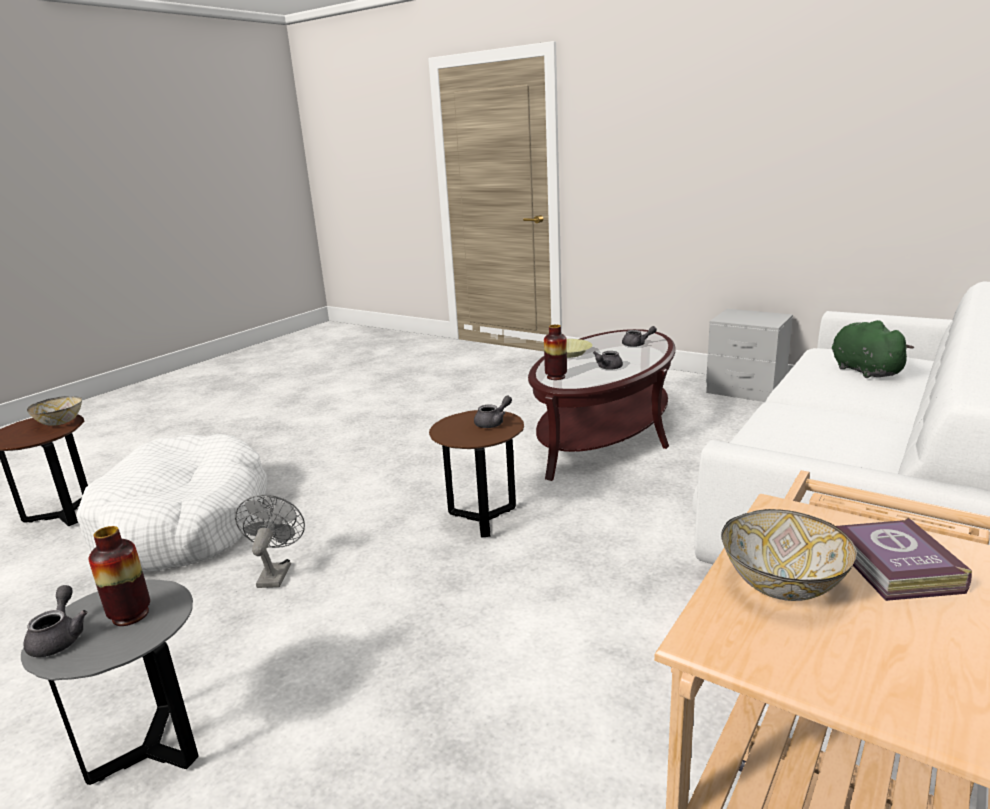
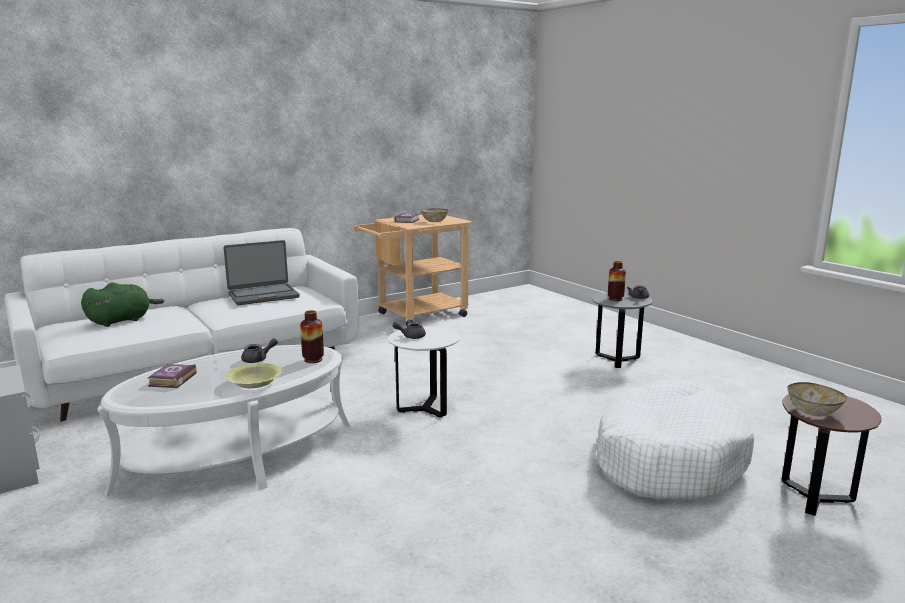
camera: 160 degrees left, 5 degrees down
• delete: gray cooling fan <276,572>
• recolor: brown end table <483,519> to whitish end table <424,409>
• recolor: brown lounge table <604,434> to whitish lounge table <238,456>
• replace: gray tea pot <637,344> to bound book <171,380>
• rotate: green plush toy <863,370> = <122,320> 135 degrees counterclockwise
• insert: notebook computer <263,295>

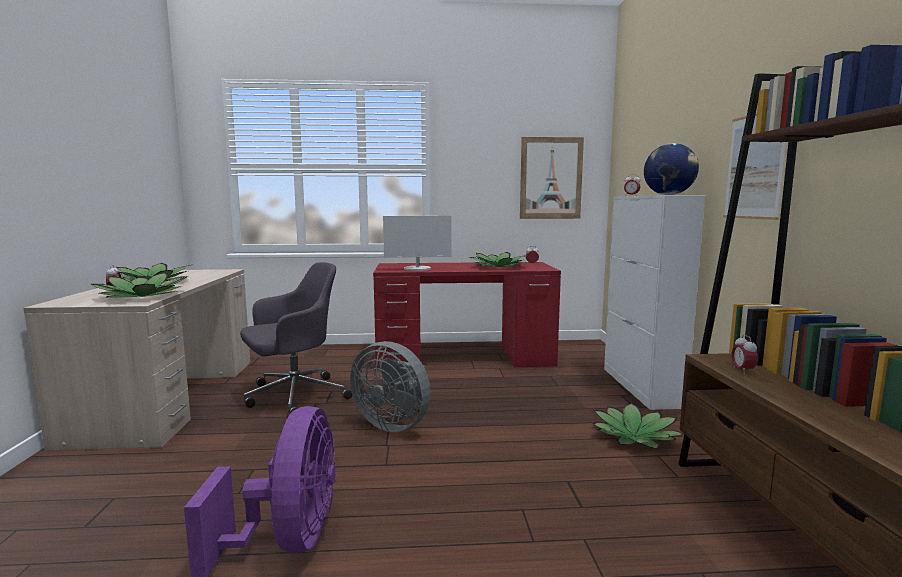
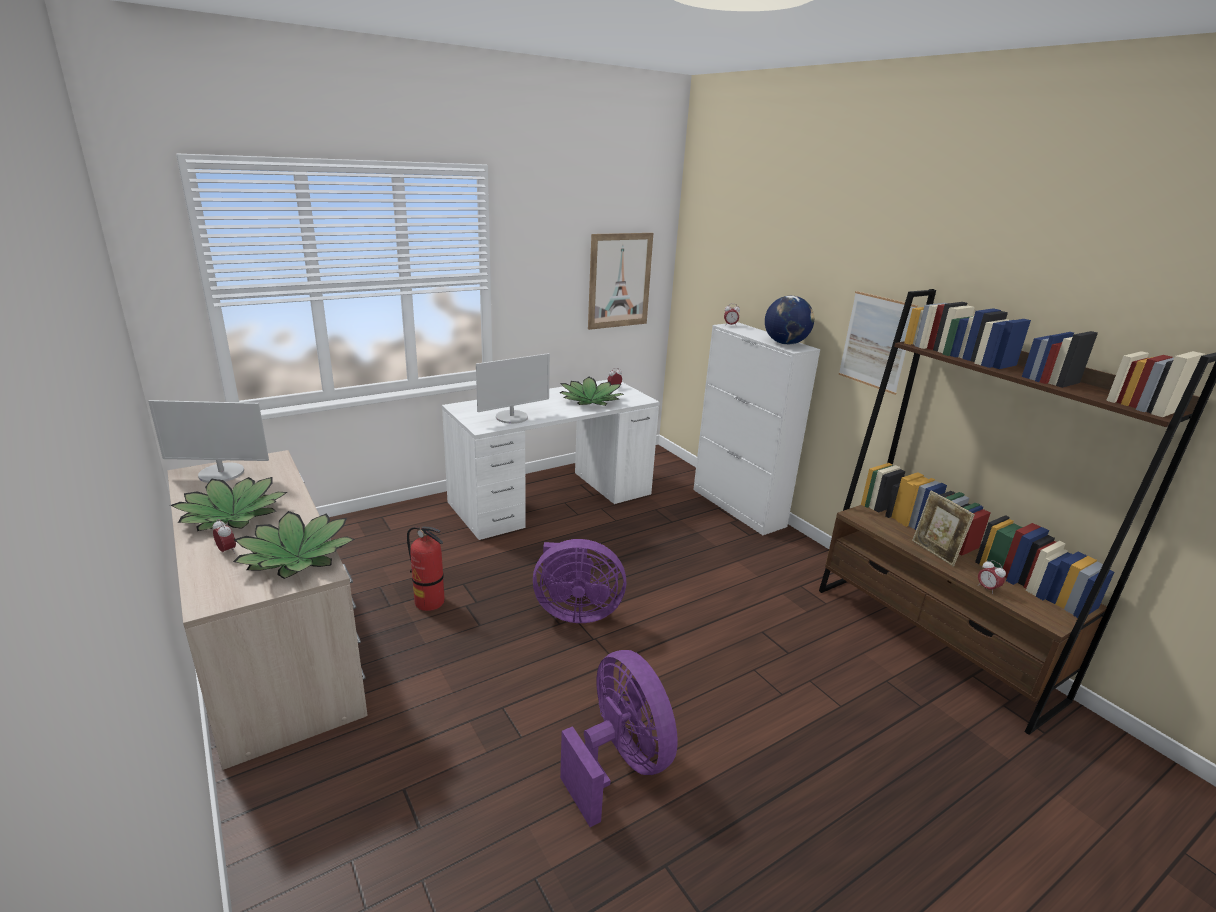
camera: 30 degrees left, 15 degrees up
• replace: gray computer chair <294,396> to fire extinguisher <430,602>
• recolor: gray cooling fan <394,424> to purple cooling fan <575,611>
• recolor: reddish desk unit <464,357> to whitish desk unit <553,498>
• delete: potted plant <635,436>
• move: alarm clock <742,371> to <987,589>
• insert: computer screen <221,474>
• insert: standing frame <934,553>

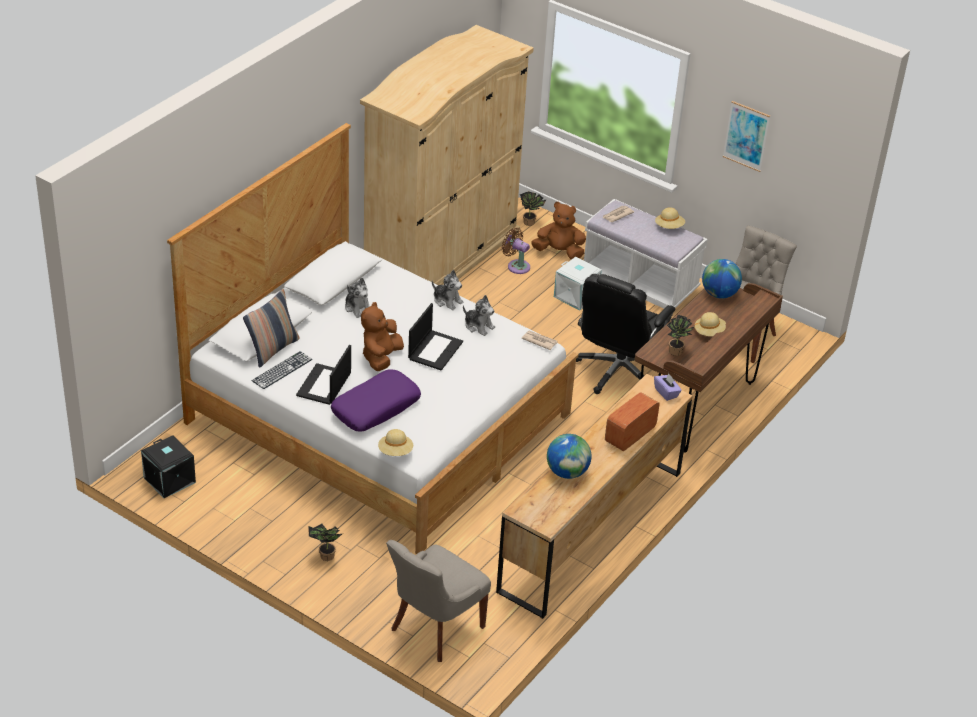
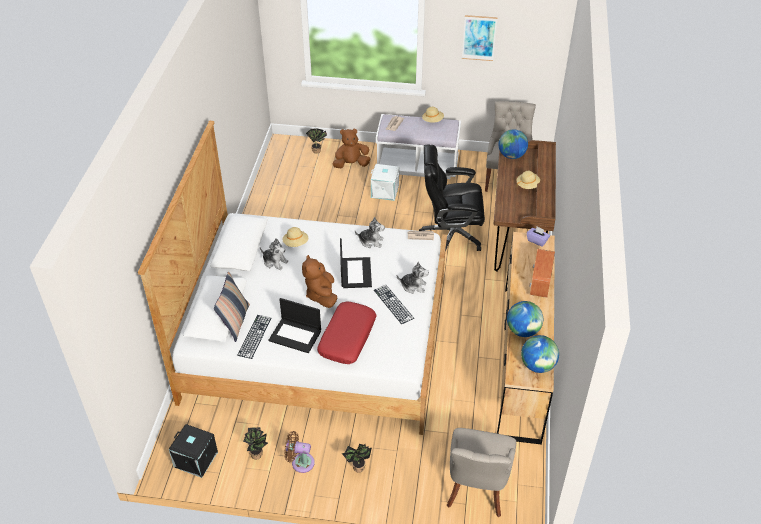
camera: 25 degrees left, 5 degrees up
• rotate: notebook computer <324,385> = <296,335> 60 degrees counterclockwise
• recolor: purple pillow <375,408> to reddish pillow <347,337>
• delete: sand-coloured wardrobe <441,259>
• move: sand-coloured wearable hat <395,451> to <295,243>
• move: plush toy <447,301> to <413,286>
• move: brown cooling fan <516,266> to <300,462>
• rotate: black-coloured computer chair <618,372> = <451,235> 90 degrees clockwise
• move: potted plant <677,352> to <258,455>
• insert: keyboard <393,304>
• insert: globe <537,365>

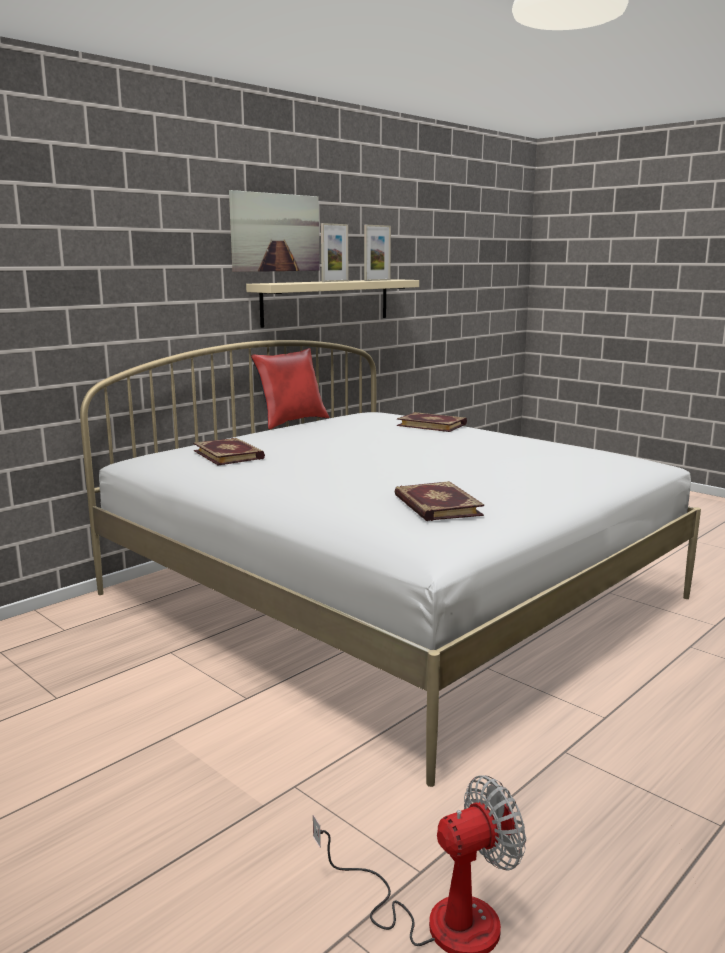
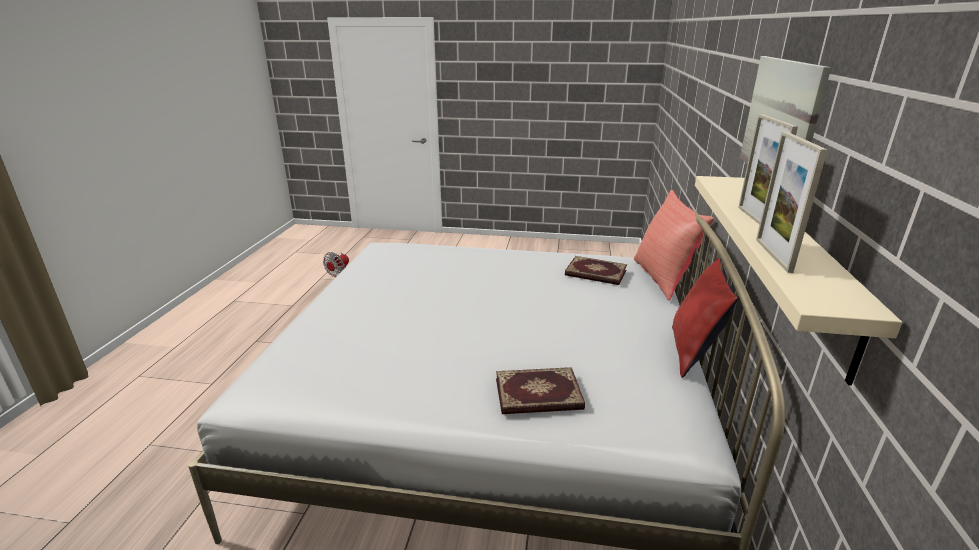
camera: 145 degrees right, 10 degrees up
• delete: bound book <436,505>
• insert: reddish pillow <663,278>

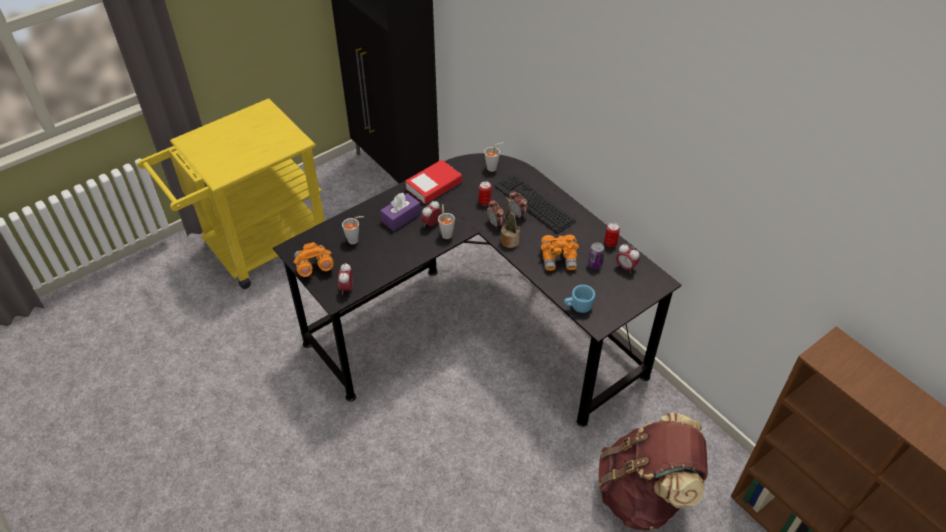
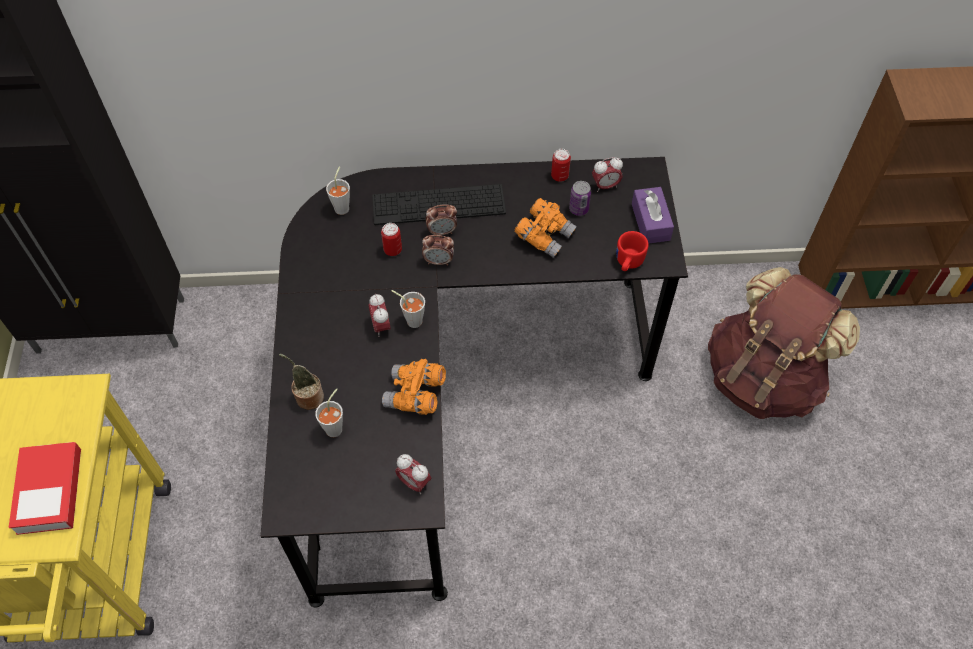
camera: 55 degrees left, 10 degrees up
• move: orange pair of binoculars <313,267> to <415,395>
• move: purple tissue box <401,217> to <650,222>
• move: bound book <433,185> to <49,491>
• move: potted plant <509,240> to <307,396>
• recolor: blue tea mug <577,306> to reddish tea mug <627,263>

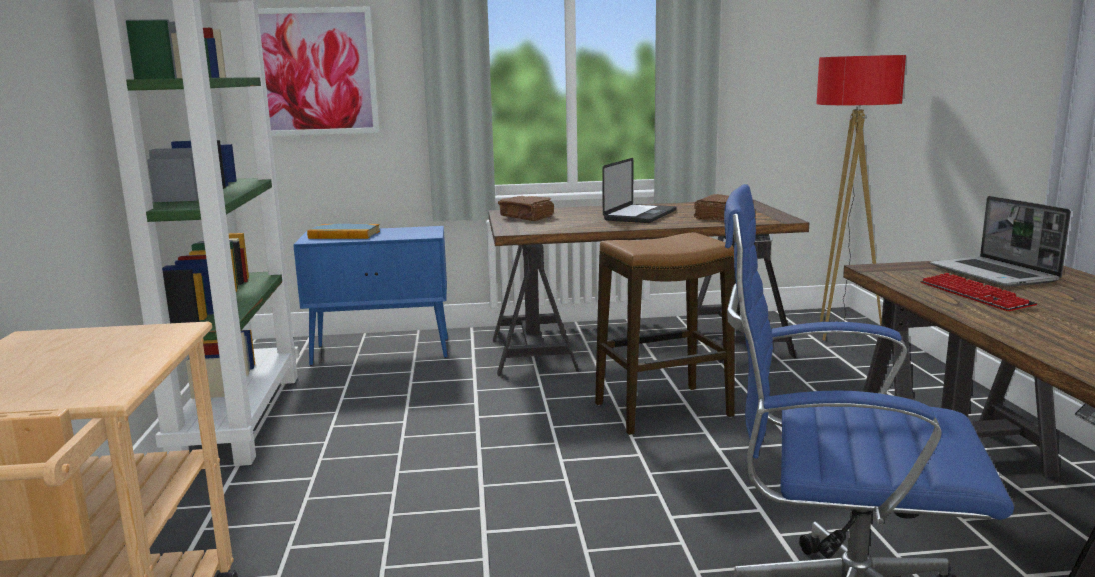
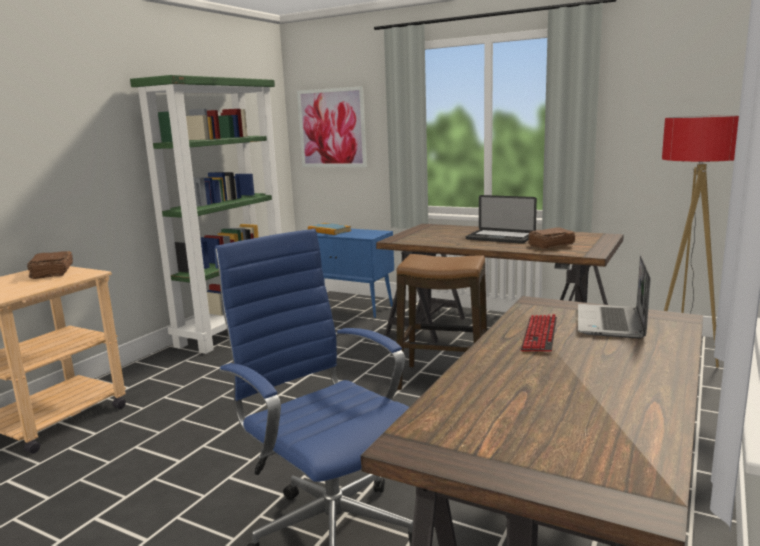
camera: 35 degrees right, 0 degrees up
• move: brown bound book <527,217> to <52,273>
• rotate: notebook computer <640,215> = <500,238> 60 degrees clockwise

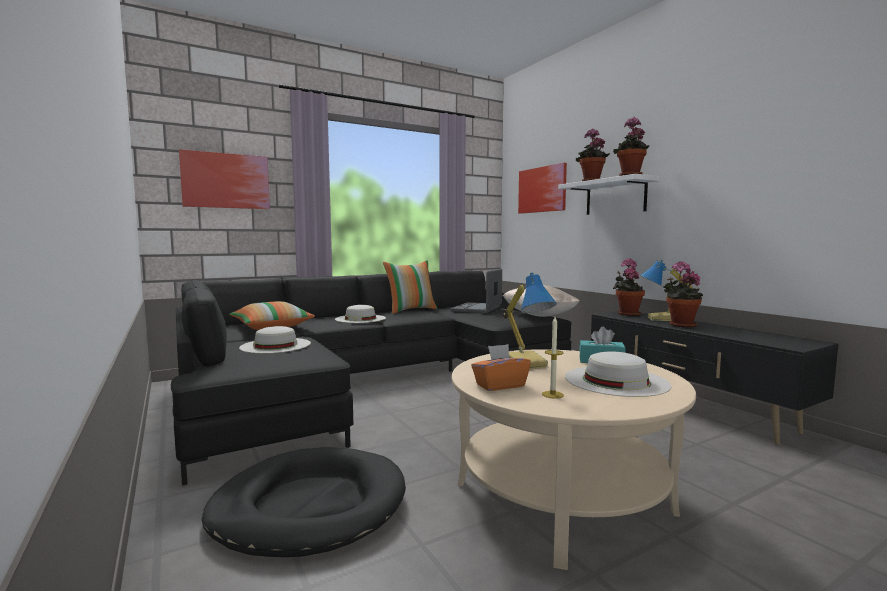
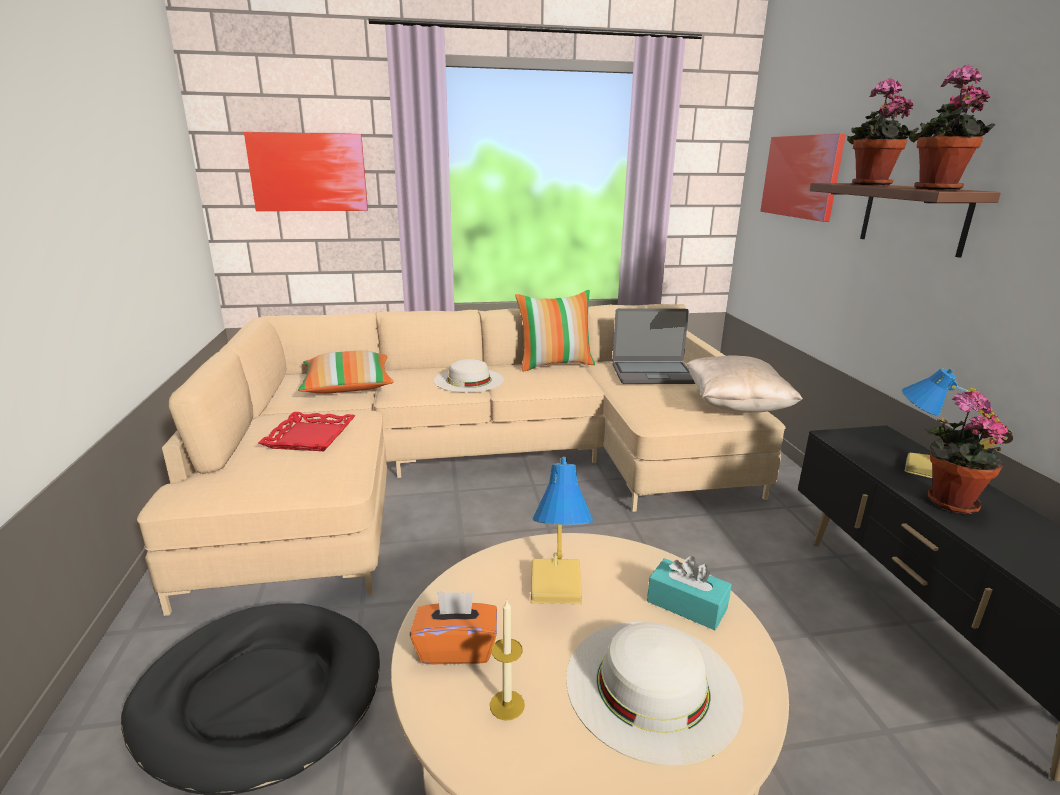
camera: 20 degrees right, 15 degrees up
• recolor: black-coloured couch <371,382> to sand-coloured couch <476,467>
• replace: whitish wearable hat <275,345> to reddish carrying tray <311,437>
• rotate: notebook computer <477,309> = <652,374> 135 degrees counterclockwise
• recolor: whitish wall shelf <615,197> to brown wall shelf <913,217>
• delete: potted plant <627,314>

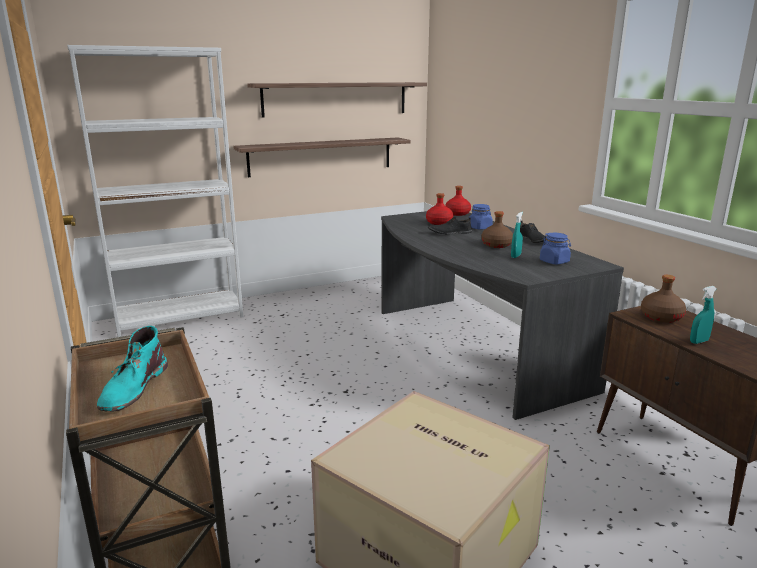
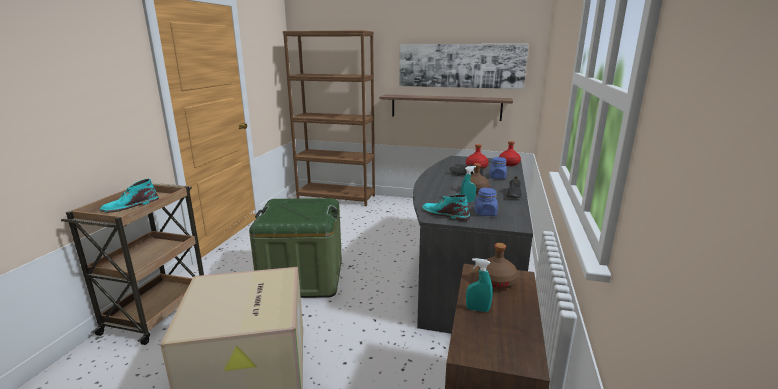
camera: 40 degrees right, 0 degrees up
• recolor: whitish bookshelf <180,318> to brown bookshelf <336,197>
• replace: wall shelf <336,99> to picture <460,65>
• insert: green storage container <302,278>
• insert: blue-green tall boot <445,214>

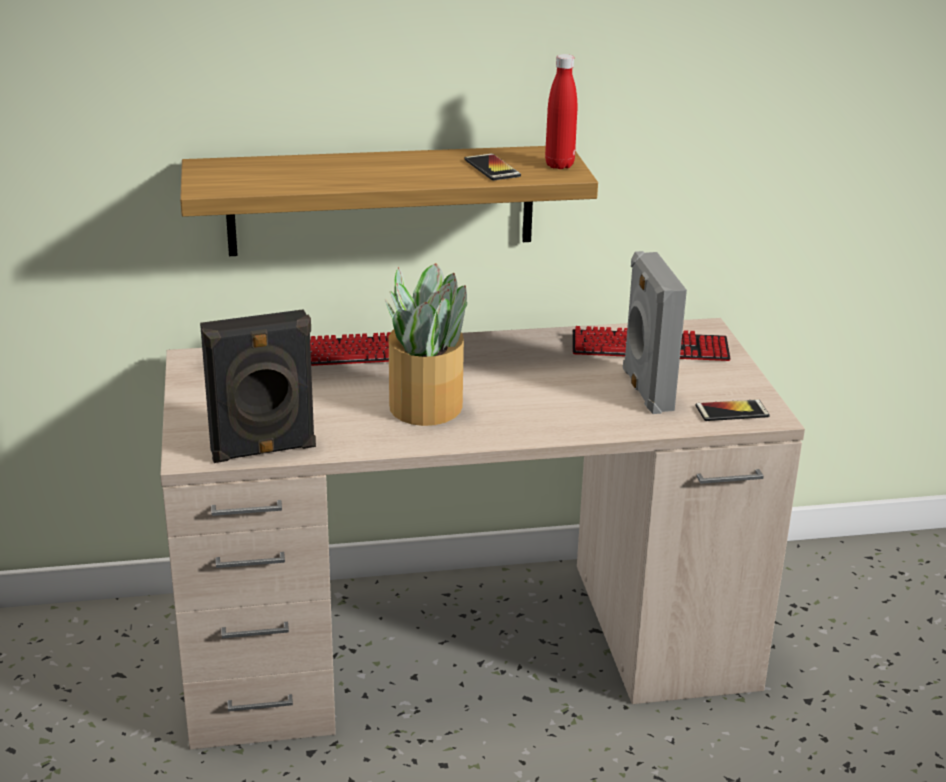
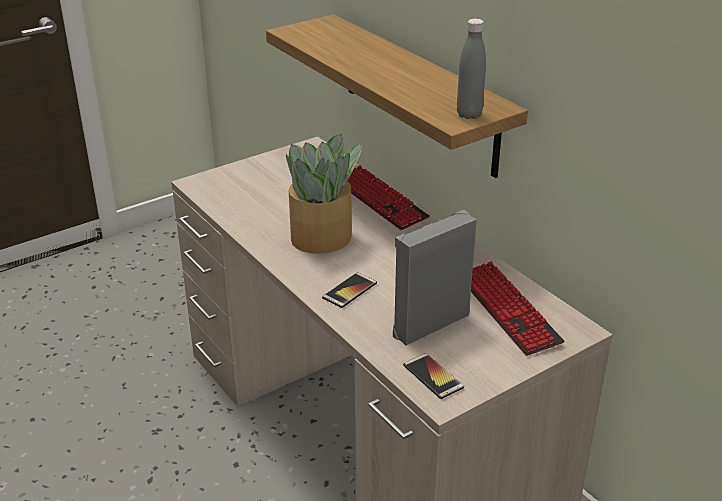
camera: 65 degrees right, 5 degrees up
• delete: black-coloured loudspeaker <263,451>
• move: handset <492,168> to <349,291>
• recolor: reddish drink bottle <559,165> to gray drink bottle <469,115>

